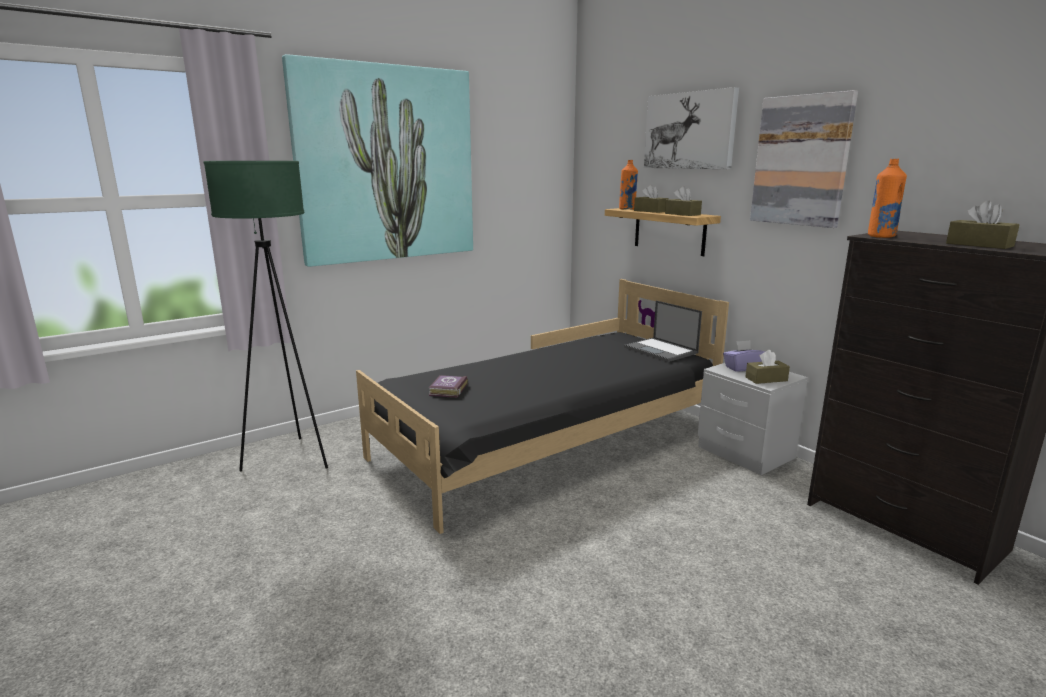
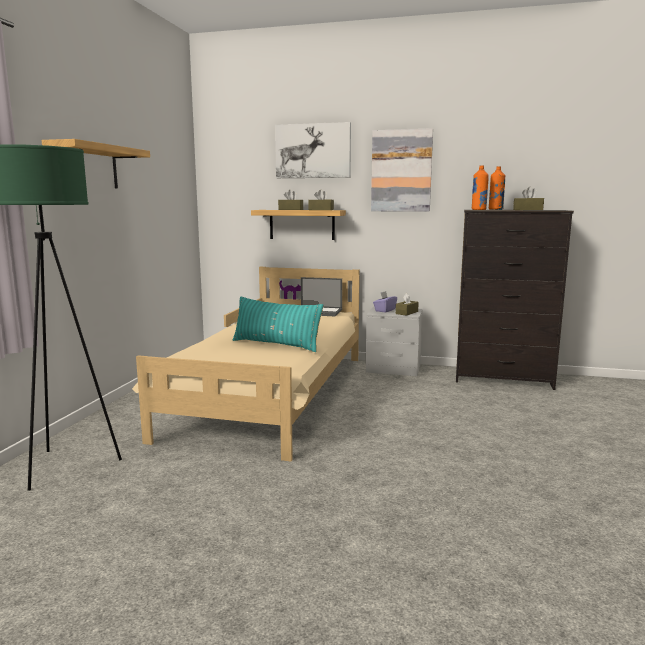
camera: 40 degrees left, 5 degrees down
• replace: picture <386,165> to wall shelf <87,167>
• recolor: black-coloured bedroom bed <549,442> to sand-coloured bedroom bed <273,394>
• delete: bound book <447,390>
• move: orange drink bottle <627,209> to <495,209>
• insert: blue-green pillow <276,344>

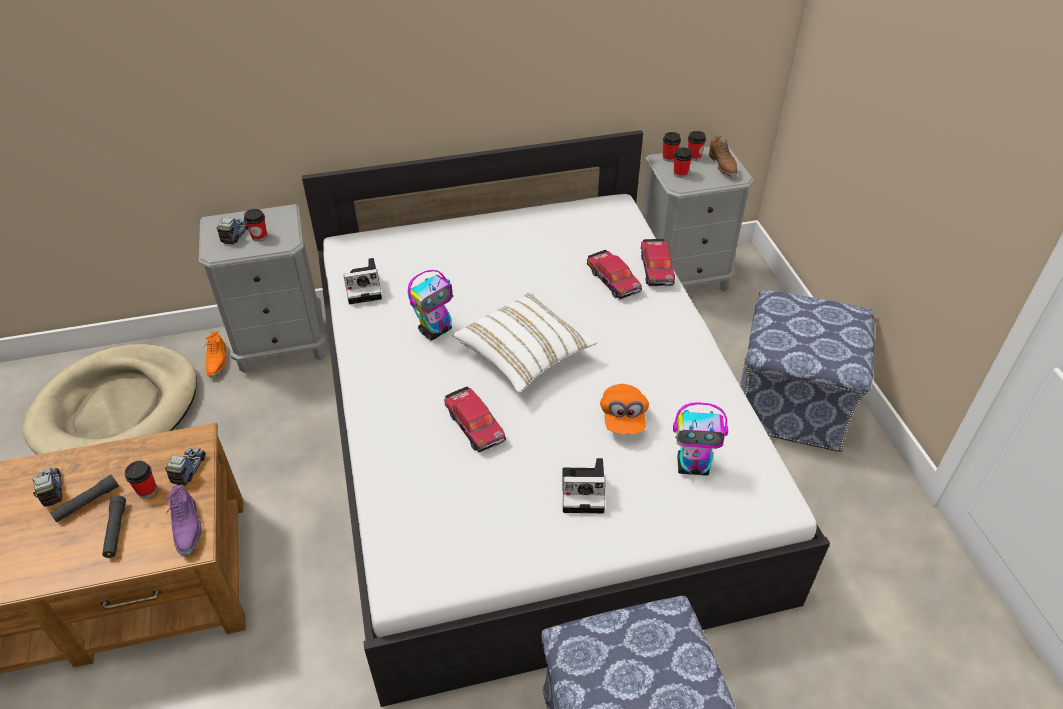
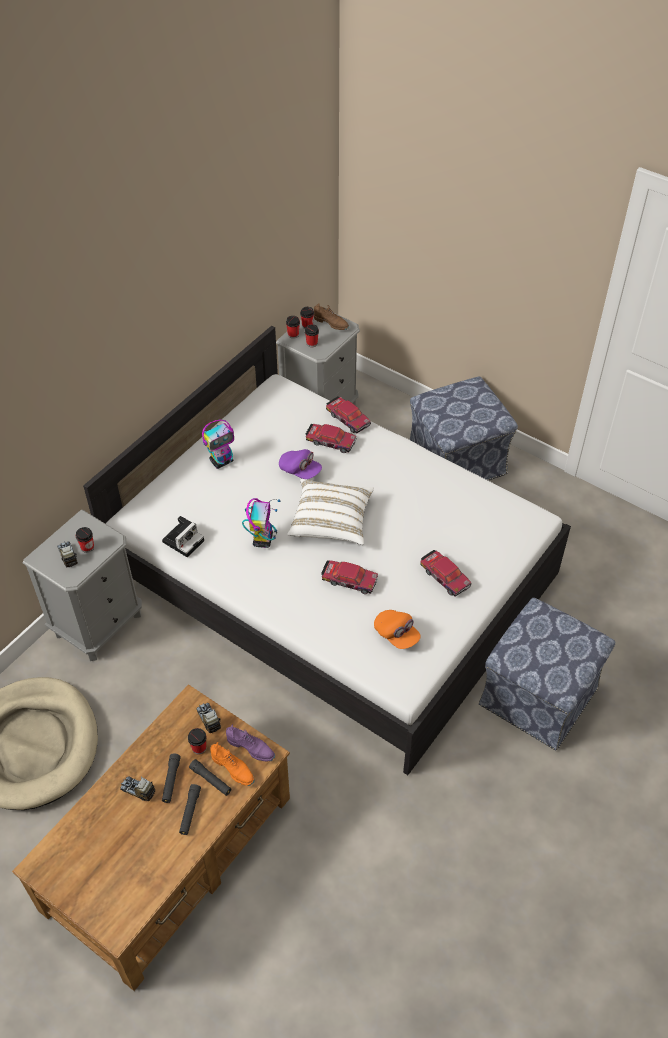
camera: 40 degrees left, 5 degrees up
• move: orange shoe <217,361> to <233,768>
• replace: still camera <585,491> to model car <445,576>
• move: orange cap <623,418> to <396,635>
• move: toy robot <693,466> to <222,461>
• insert: black-coloured torch <190,812>
• insert: purple cap <300,471>

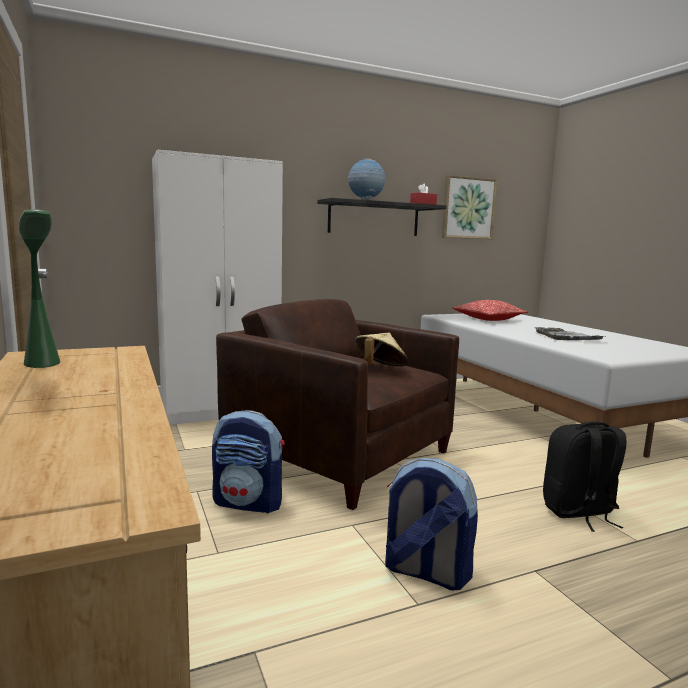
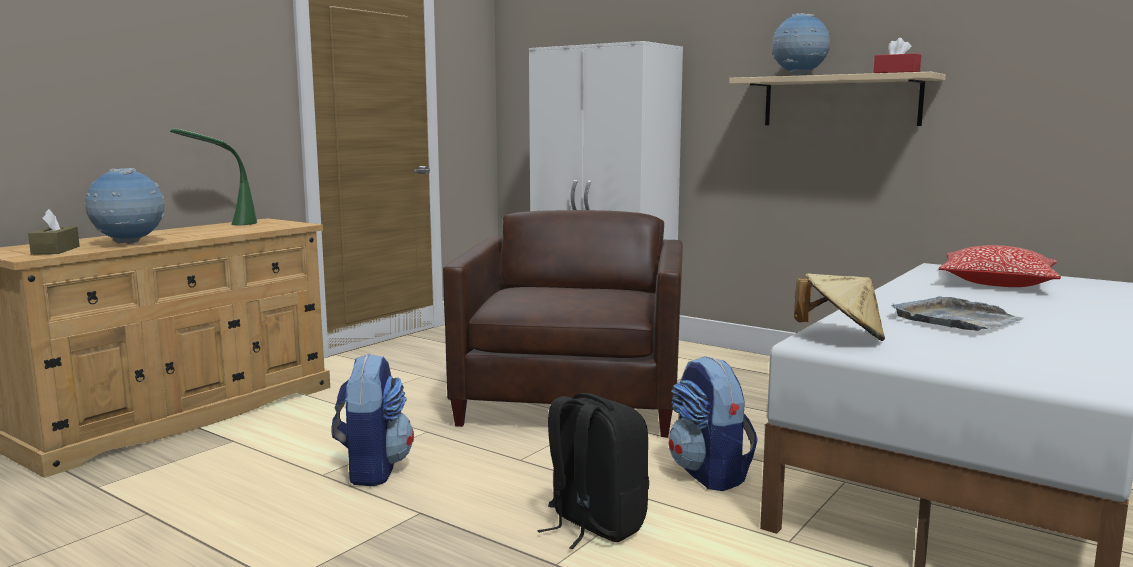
camera: 60 degrees right, 0 degrees up
• move: rucksack <249,503> to <709,474>
• recolor: black-coloured wall shelf <374,219> to sand-coloured wall shelf <840,101>
• move: sand-coloured wearable hat <379,369> to <841,337>
• delete: picture <468,208>
• insert: brown tissue box <55,250>
• insert: globe <129,243>

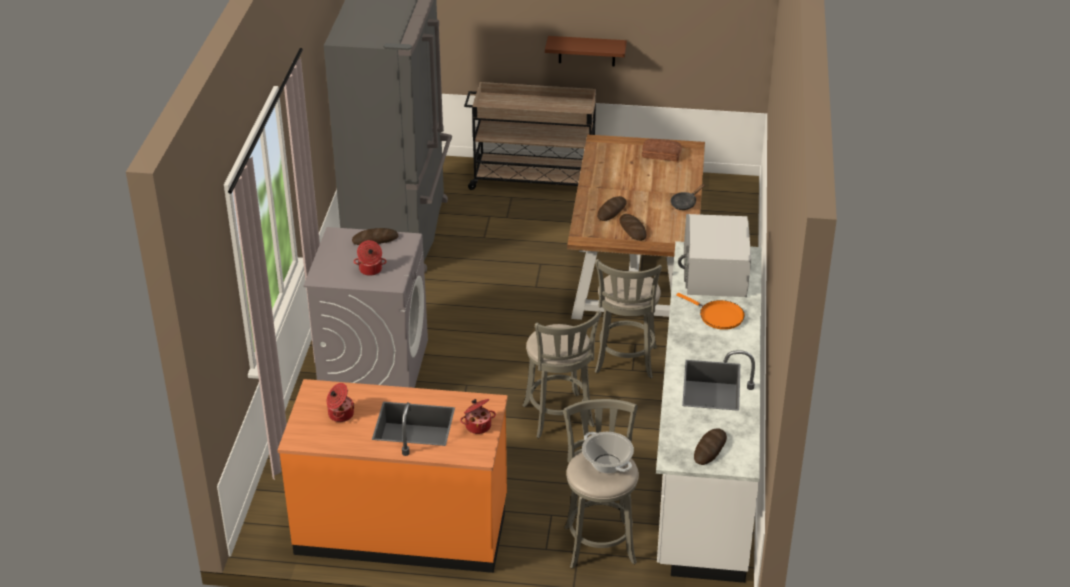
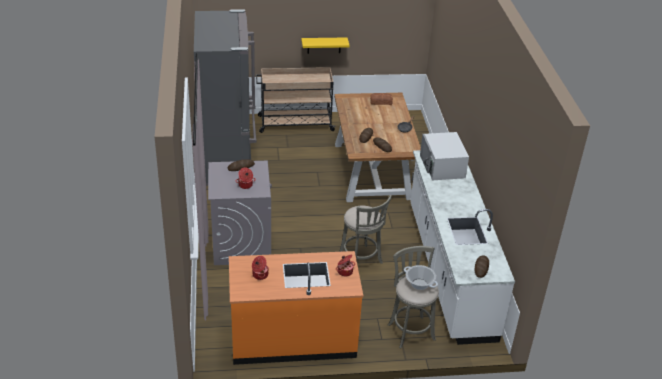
camera: 15 degrees left, 0 degrees up
• recolor: brown wall shelf <587,51> to yellow wall shelf <324,45>
• delete: gray stool <625,362>
• delete: orange skillet <718,316>

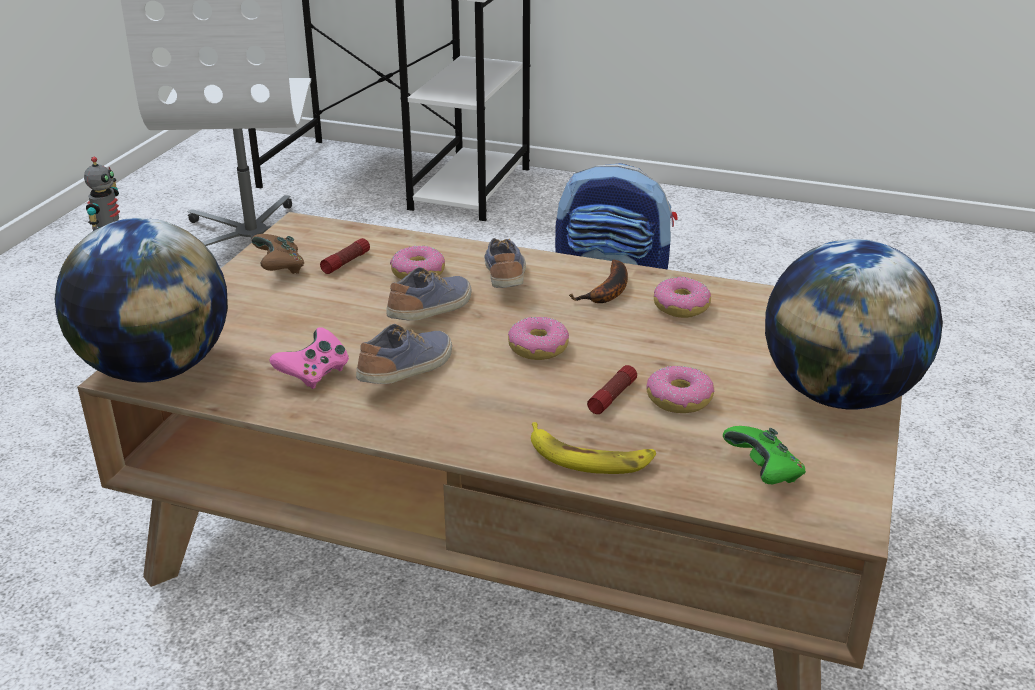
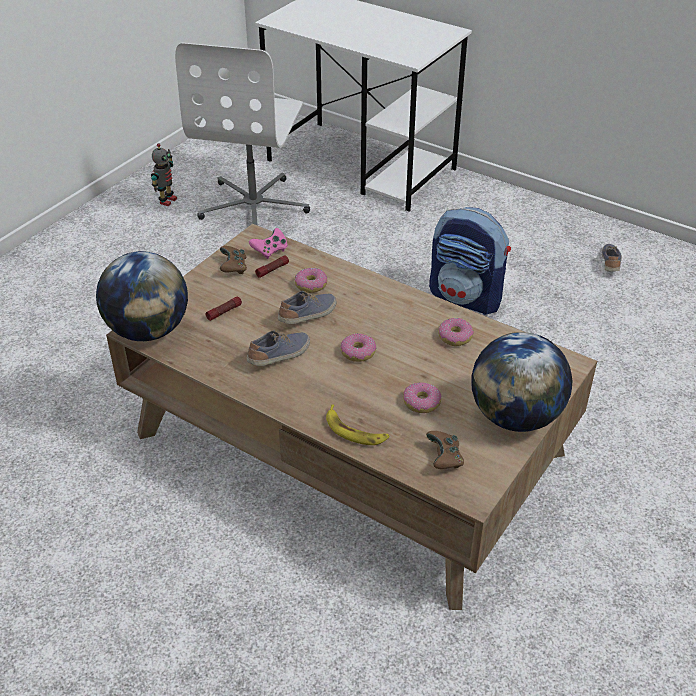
camera: 15 degrees right, 10 degrees up
• move: pinkish game controller <314,374> to <270,251>
• move: shoe <505,278> to <610,263>
• delete: banana <608,292>
• move: torch <612,396> to <224,312>
• recolor: green game controller <764,473> to brown game controller <444,459>

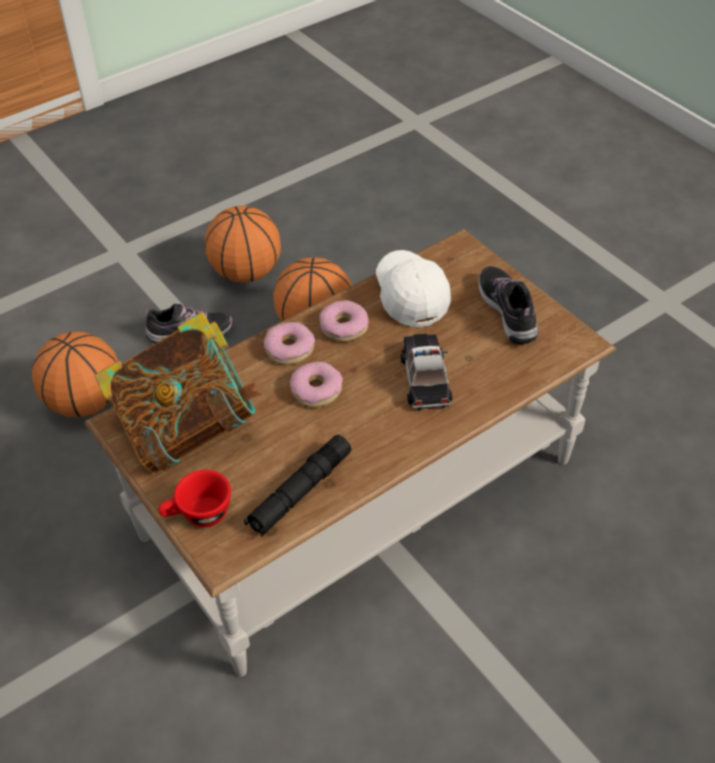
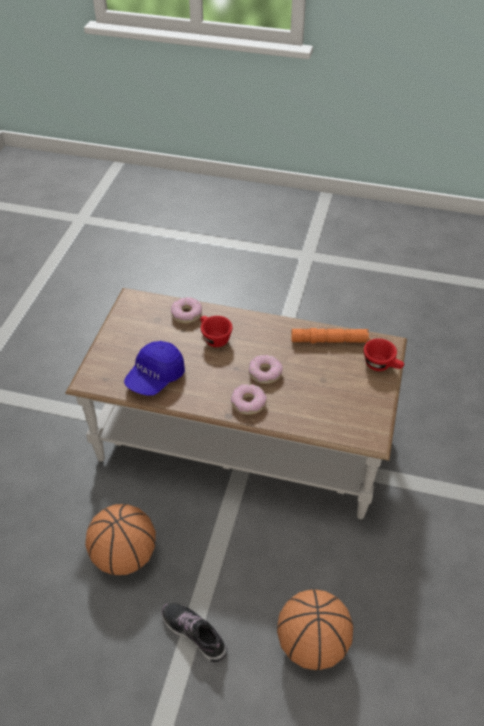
camera: 130 degrees left, 0 degrees up
• delete: bound book <187,428>
• delete: ball for basketball <246,273>
• recolor: black-coloured torch <300,492> to orange torch <329,340>
• move: donut <344,327> to <186,314>
• recolor: whitish cap <410,296> to blue cap <155,377>
• replace: model car <425,378> to reddish drinking cup <213,338>
• delete: shoe <507,311>

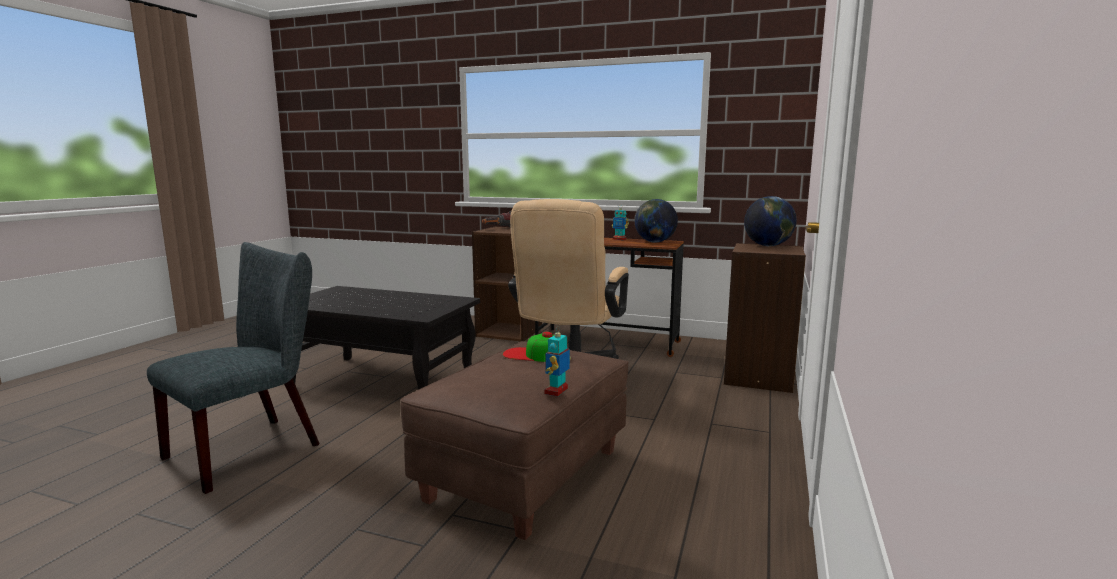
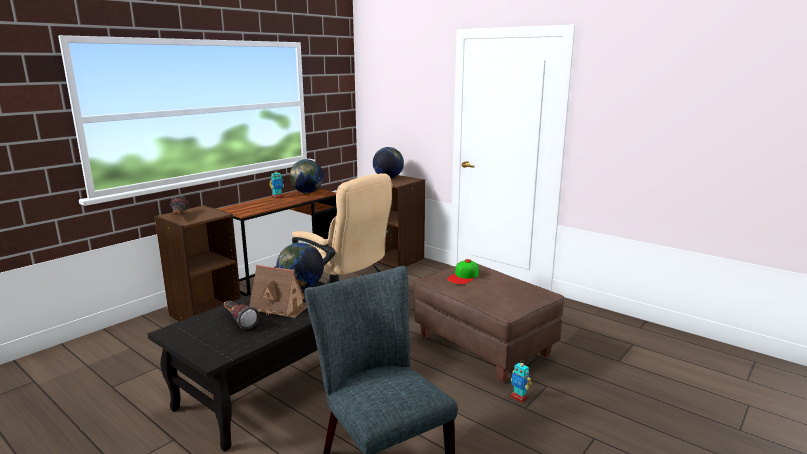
camera: 70 degrees left, 5 degrees up
• move: toy robot <557,391> to <519,397>
• insert: torch <238,321>
• insert: miniature house <280,307>
• insert: globe <301,288>

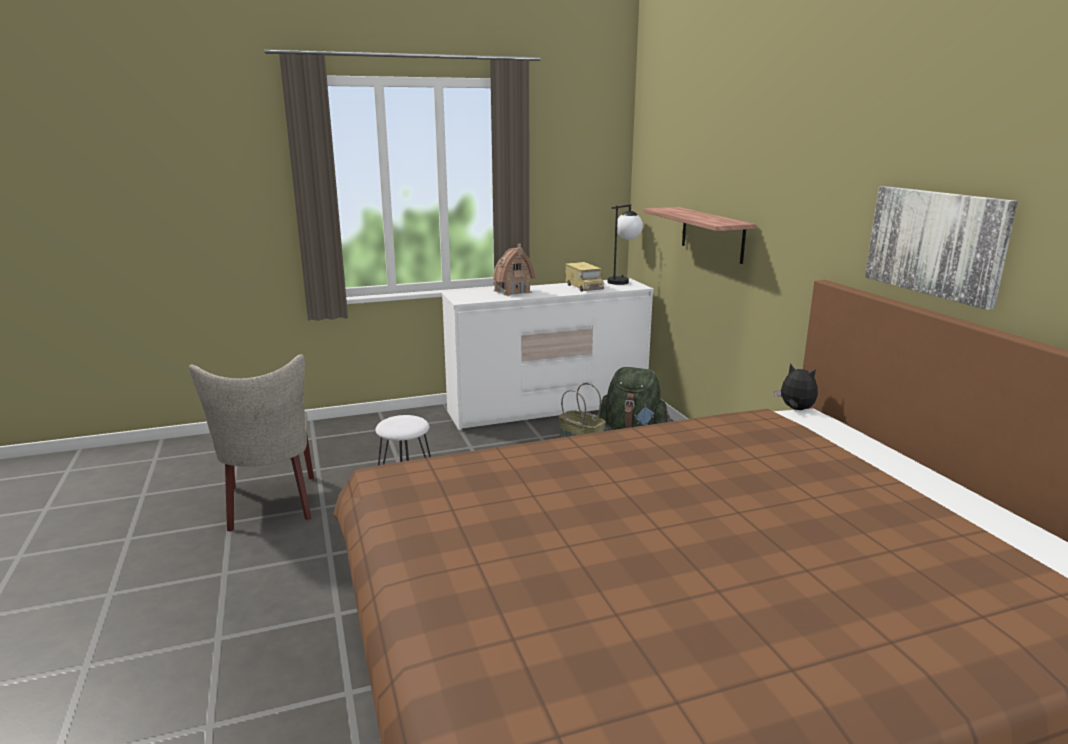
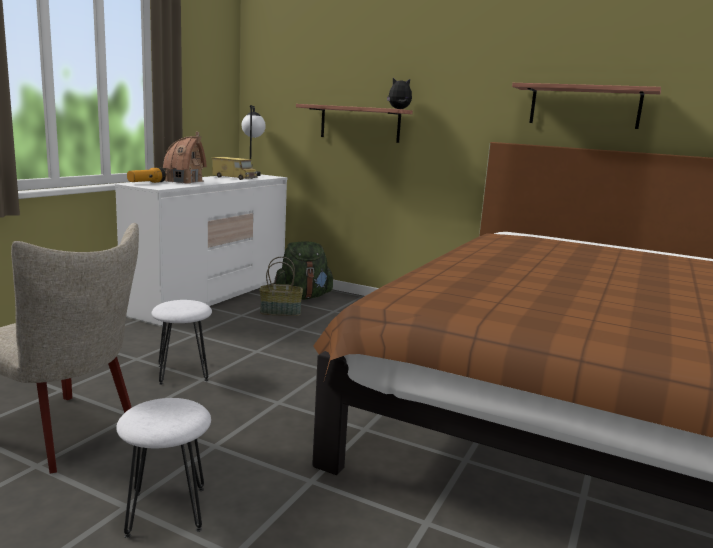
camera: 45 degrees left, 5 degrees down
• move: plush toy <795,409> to <399,109>
• replace: picture <936,243> to wall shelf <584,106>
• insert: whitish stool <167,511>
• insert: torch <146,183>

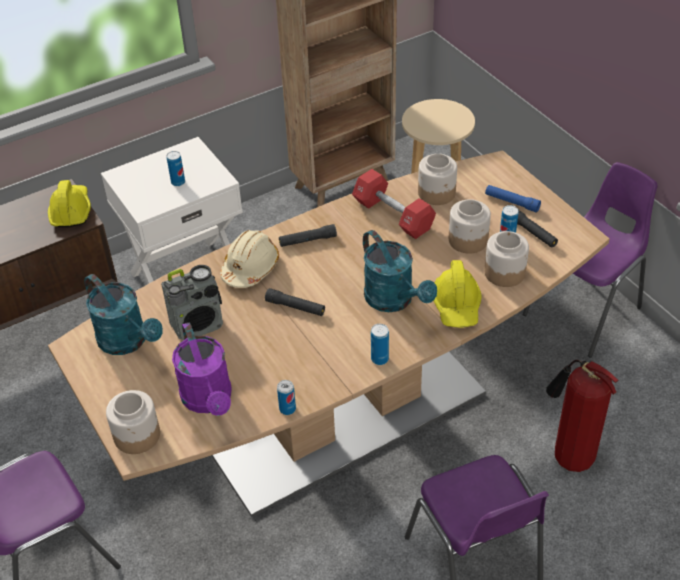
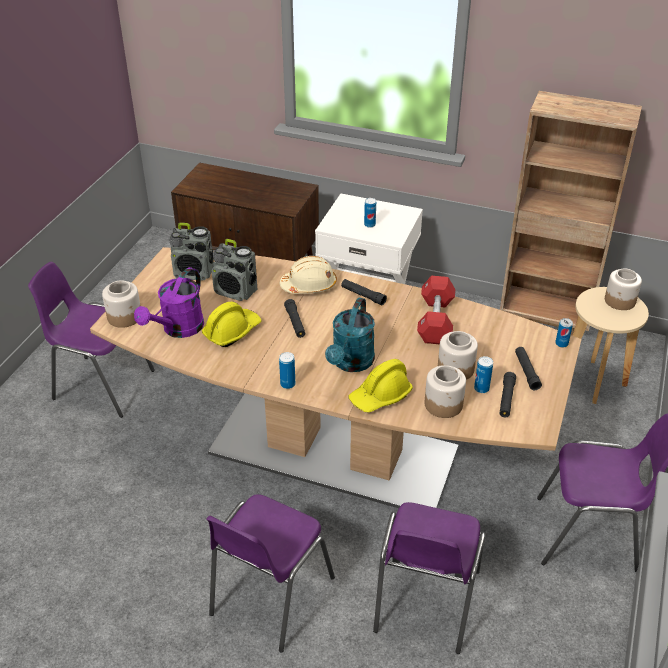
camera: 50 degrees right, 5 degrees down
• move: yellow safety helmet <71,211> to <232,331>
• replace: blue-green watering pot <128,342> to radio set <194,273>
• move: can <287,409> to <561,343>
• move: preserve jar <437,193> to <620,301>
• recolor: blue torch <511,202> to black-coloured torch <526,372>
• replace: fire extinguisher <568,457> to purple upright chair <424,603>

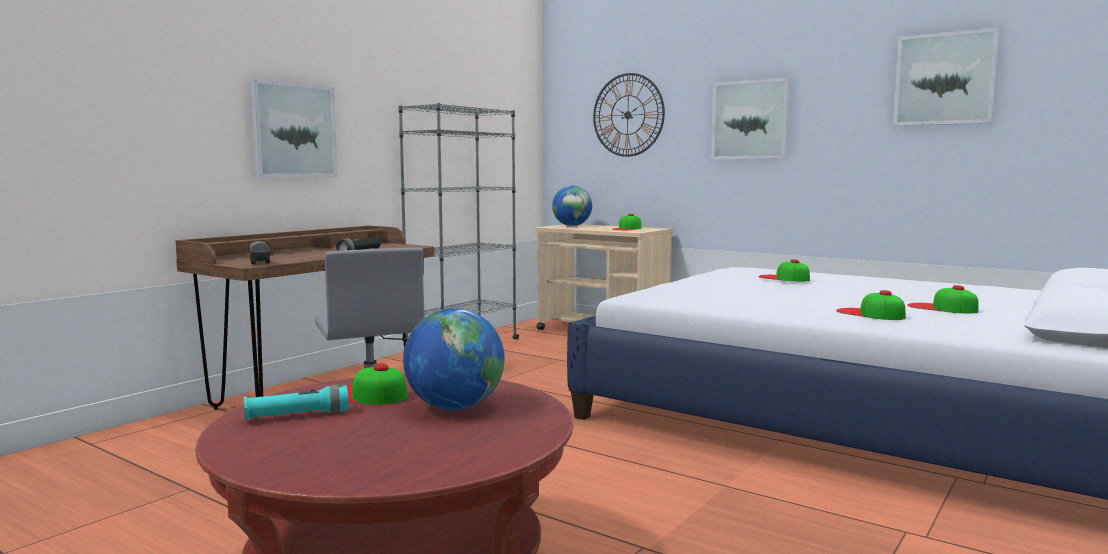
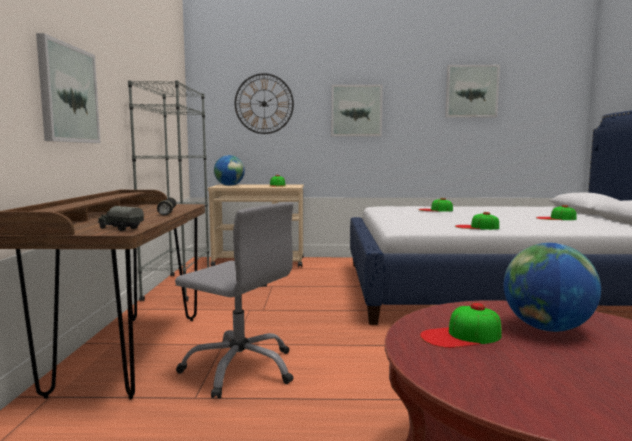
camera: 35 degrees left, 0 degrees up
• delete: blue-green torch <297,416>
• move: cap <870,314> to <476,227>

